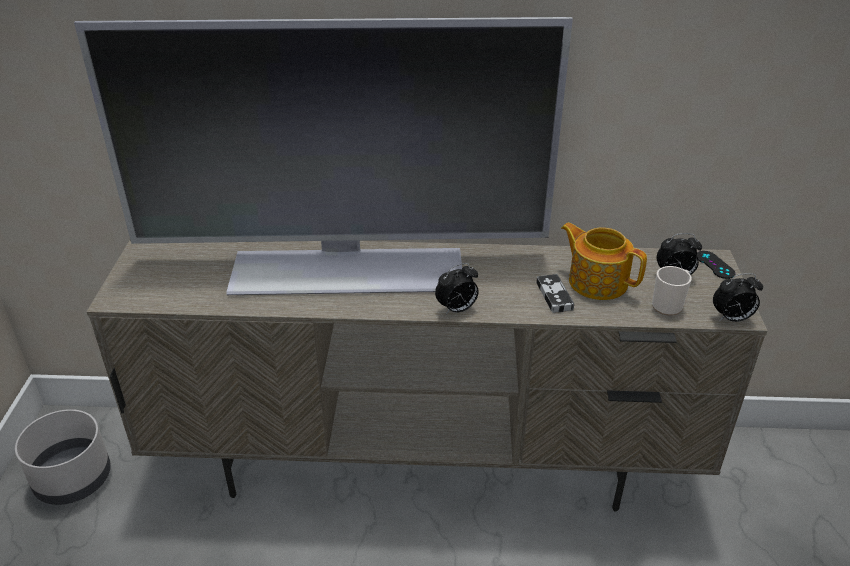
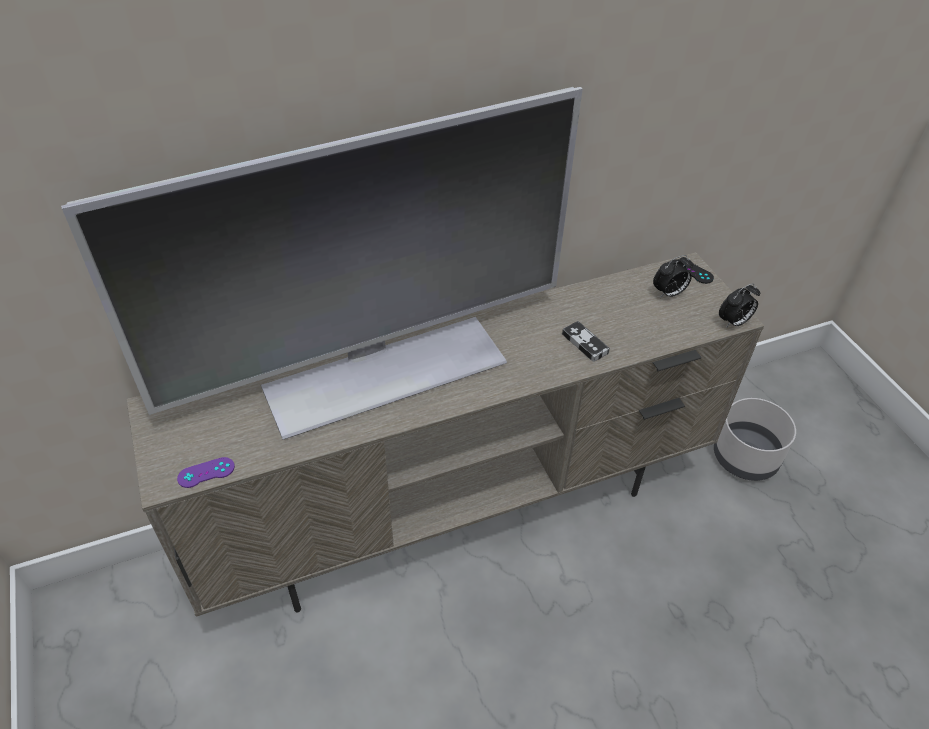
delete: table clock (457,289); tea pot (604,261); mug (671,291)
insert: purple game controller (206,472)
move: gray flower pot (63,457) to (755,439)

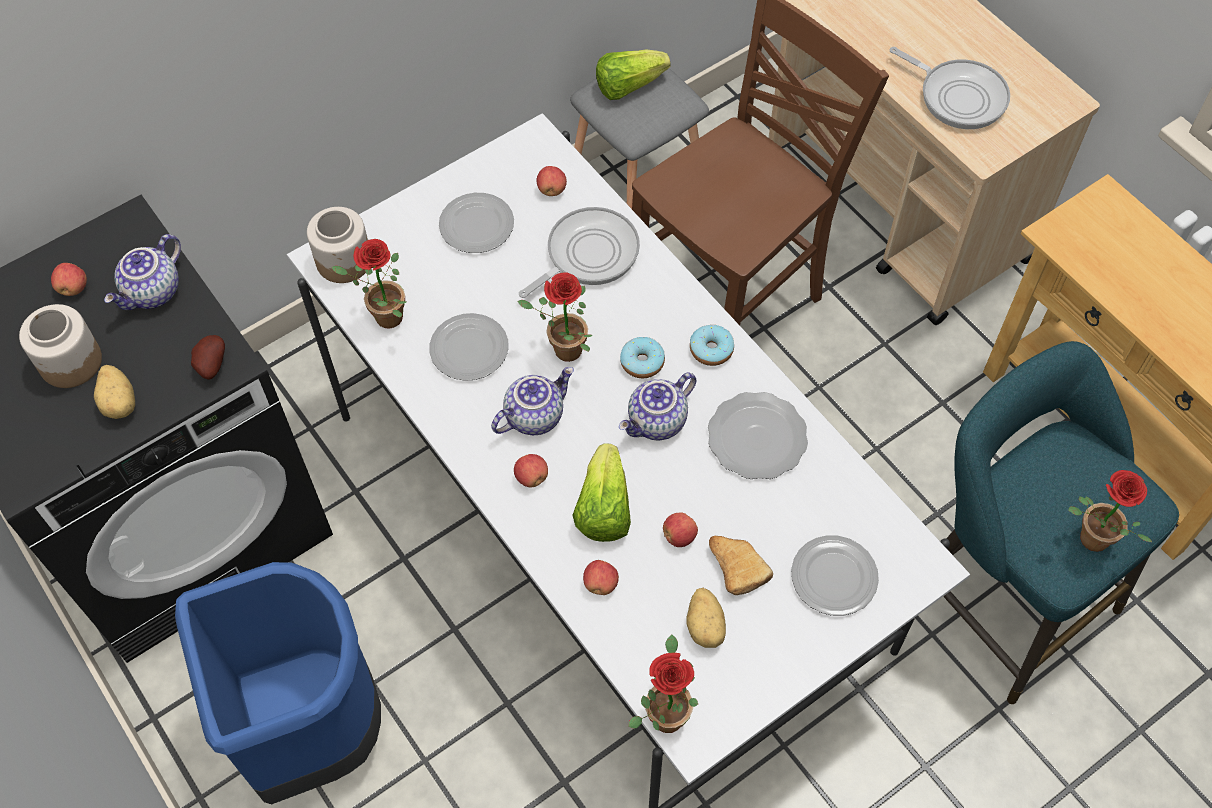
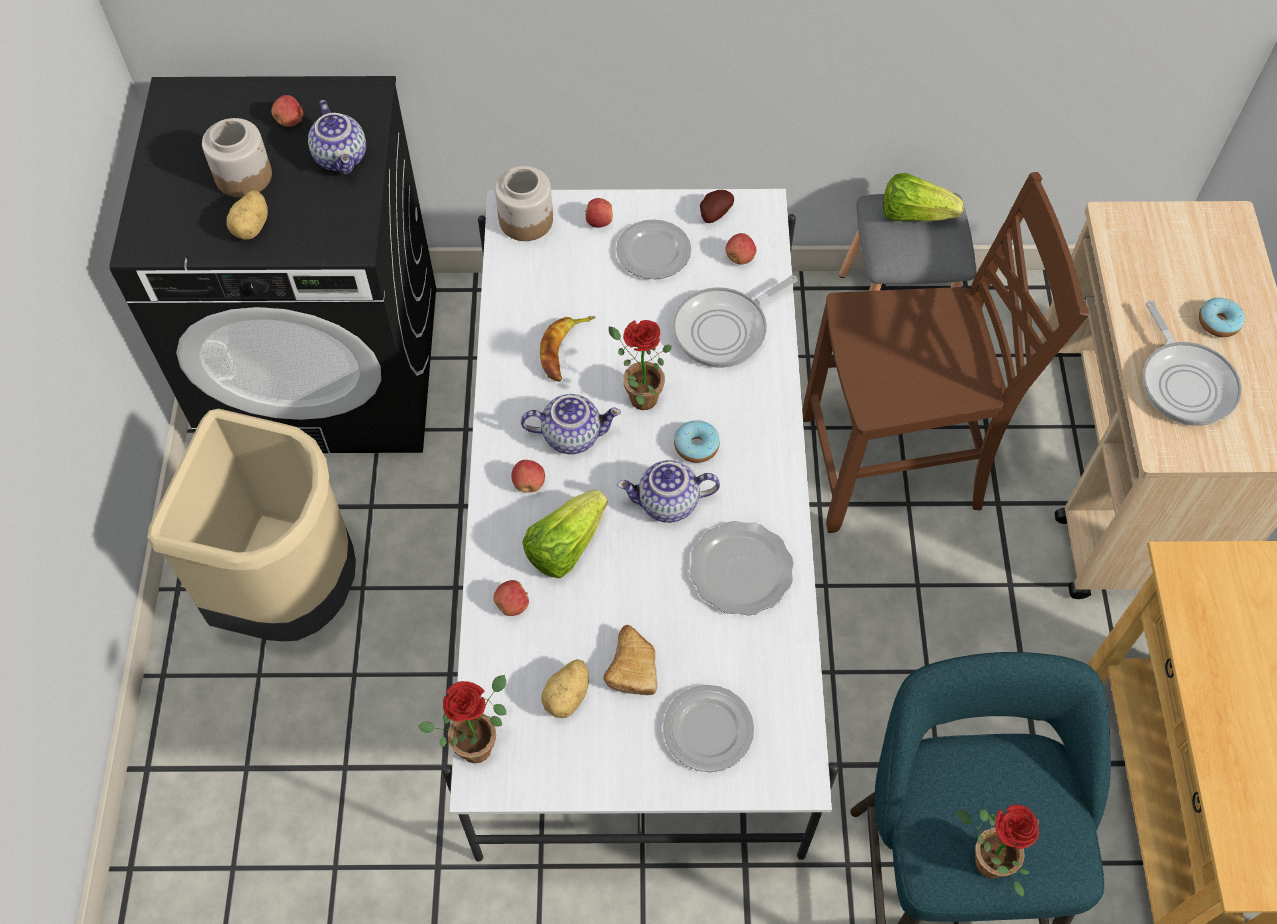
delete: plant in a pot (368,284)
move: whole apple (680,530) to (599,213); spud (208,357) to (717,206); donut (712,345) to (1222,317)
replace: dinner plate (469,347) to banana (568,349)
recolor: blue waste bin (278,683) to beige-coloured waste bin (251,525)
rotate: tea pot (142,272) = (337,137) 90 degrees counterclockwise; frying pan (579,252) = (735,321) 150 degrees clockwise

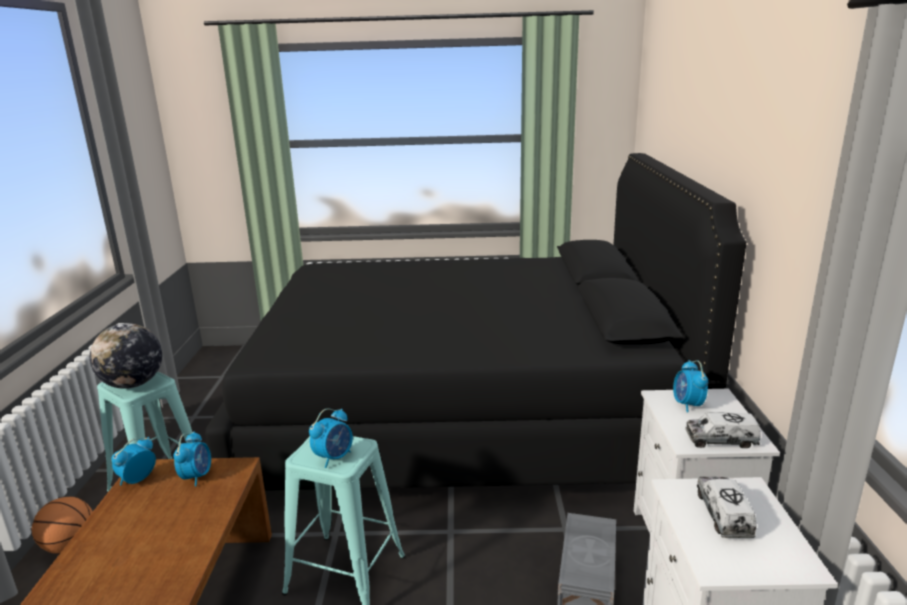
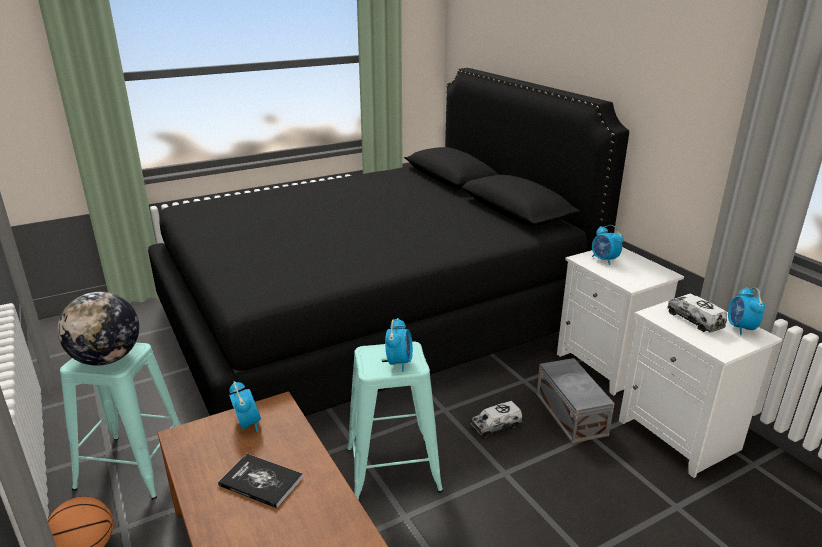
insert: book (260,481)
move: toy truck (723,430) to (496,419); table clock (133,461) to (746,311)

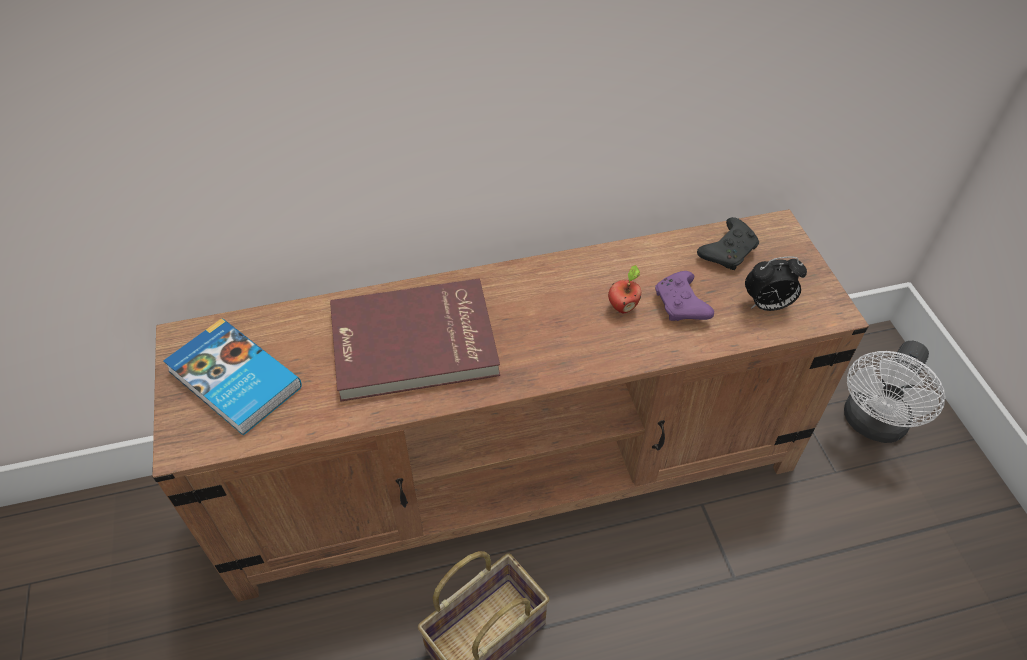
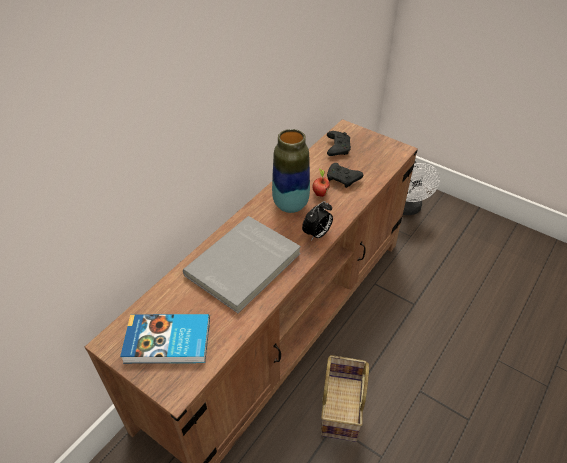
insert: flower vase (291,171)
move: table clock (776,283) to (317,221)
recolor: red-coloured book (415,340) to gray book (242,264); purple game controller (684,296) to blackish game controller (345,175)

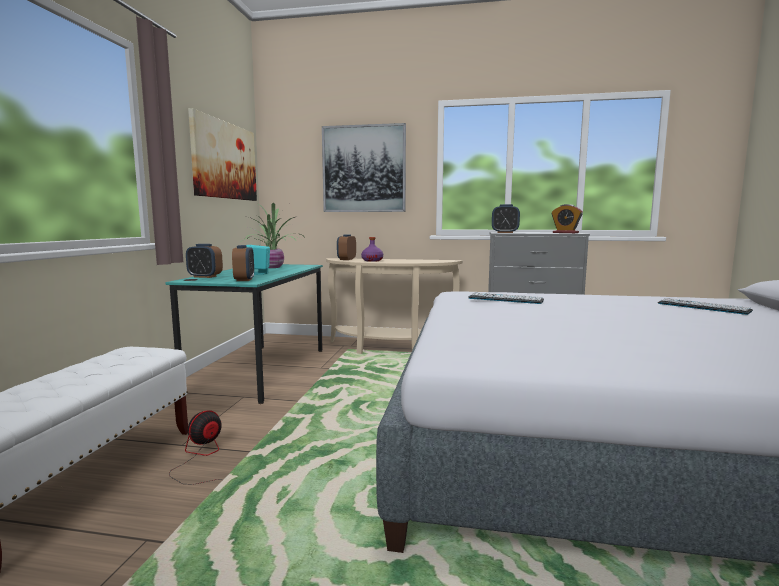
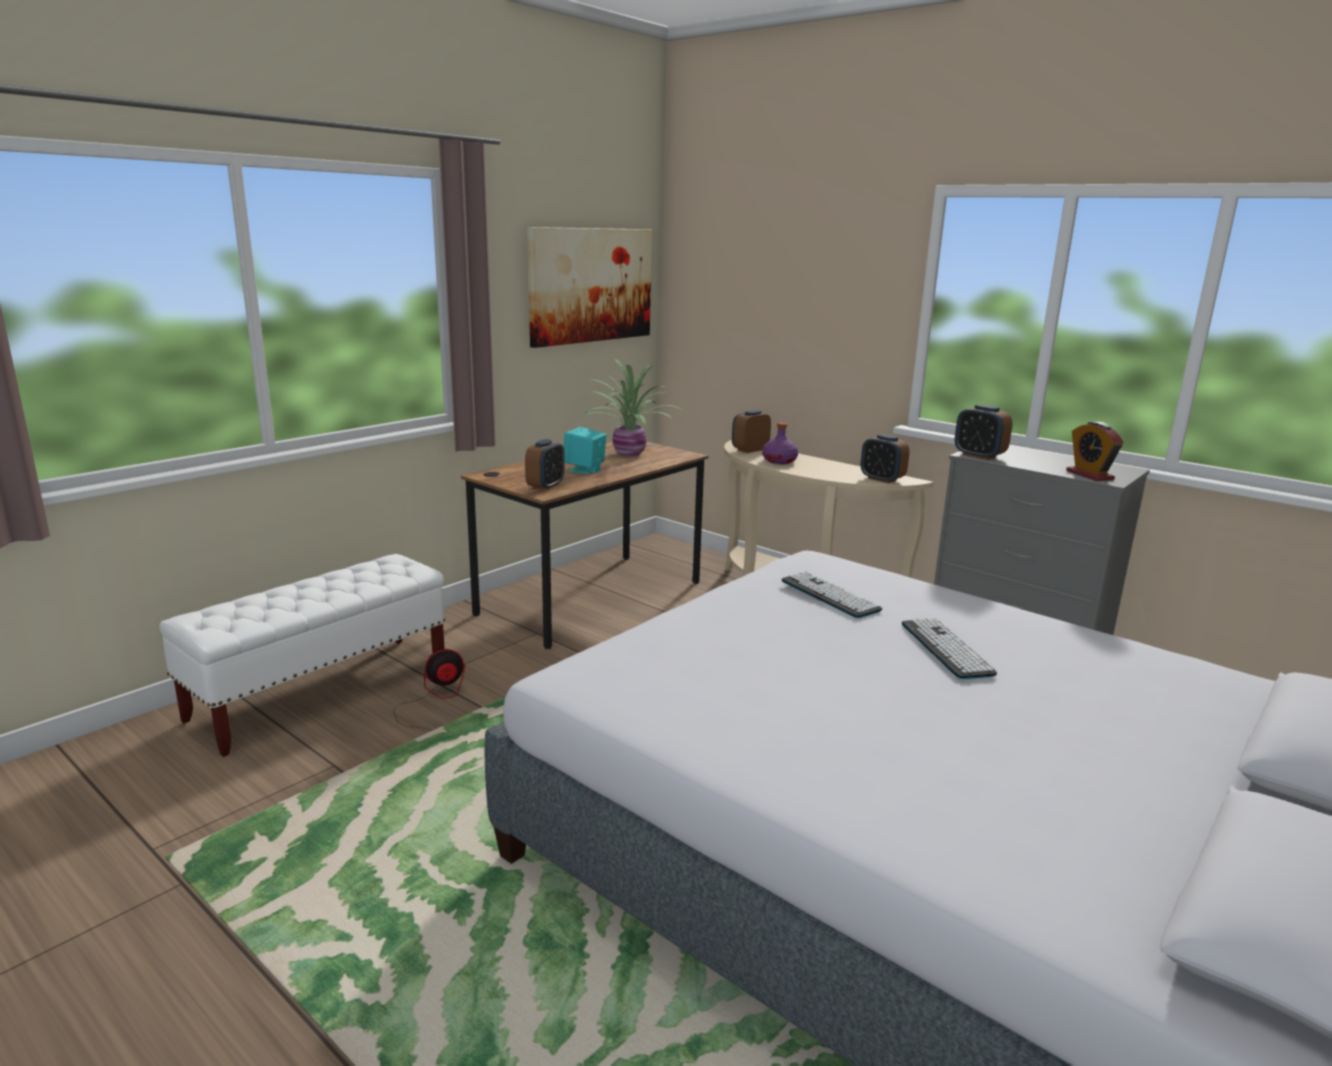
delete: wall art (364,167)
move: table clock (204,261) to (885,459); computer keyboard (705,306) to (949,648)
recolor: turquoise-coloured desk unit (244,334) to brown desk unit (585,545)

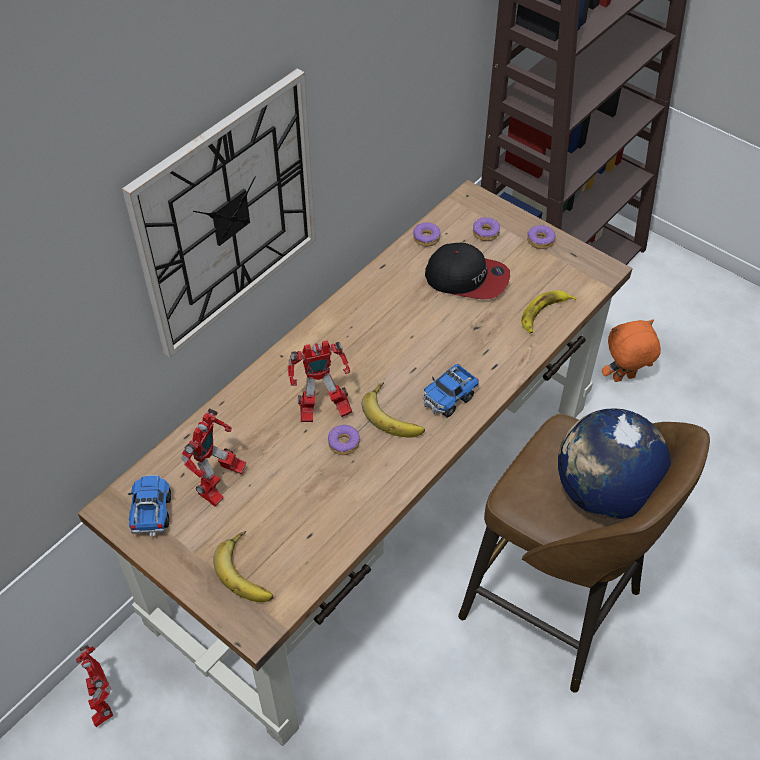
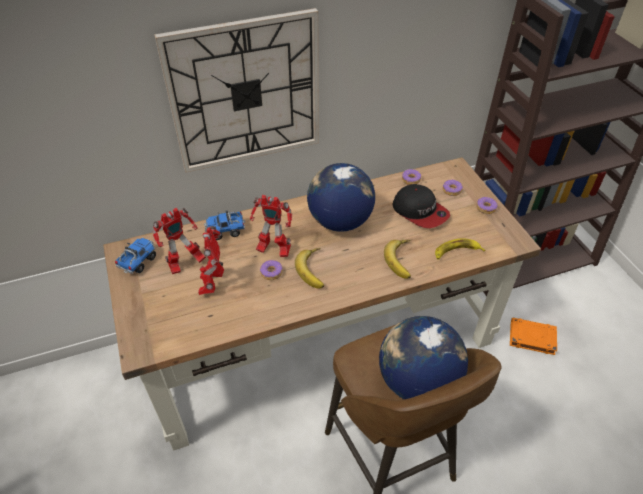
insert: world globe (341,197)
move: toy robot (94,686) to (211,260); toy truck (451,391) to (225,225); banana (243,566) to (397,259)
replace: orangey plush toy (631,350) to orangey book (533,336)

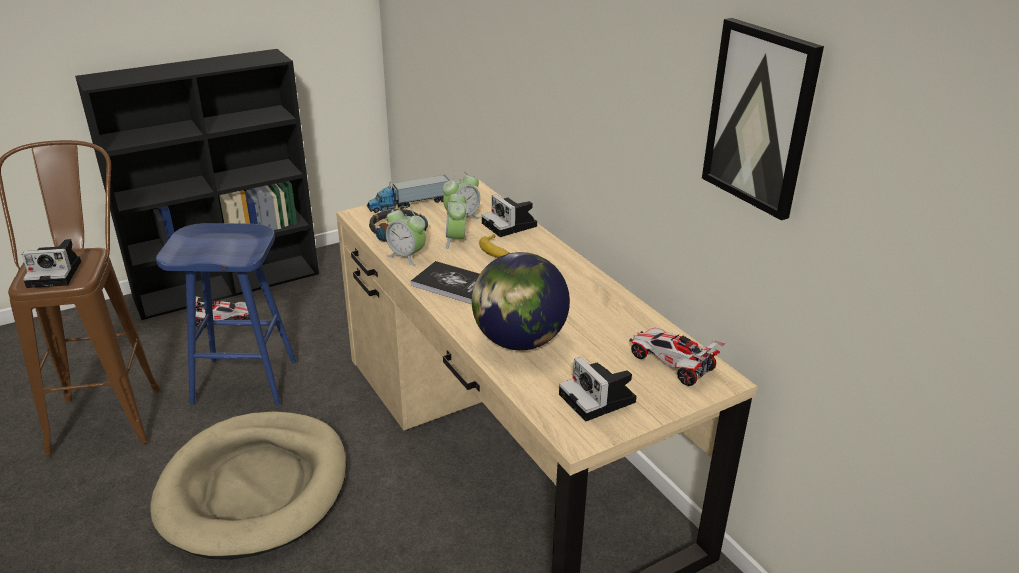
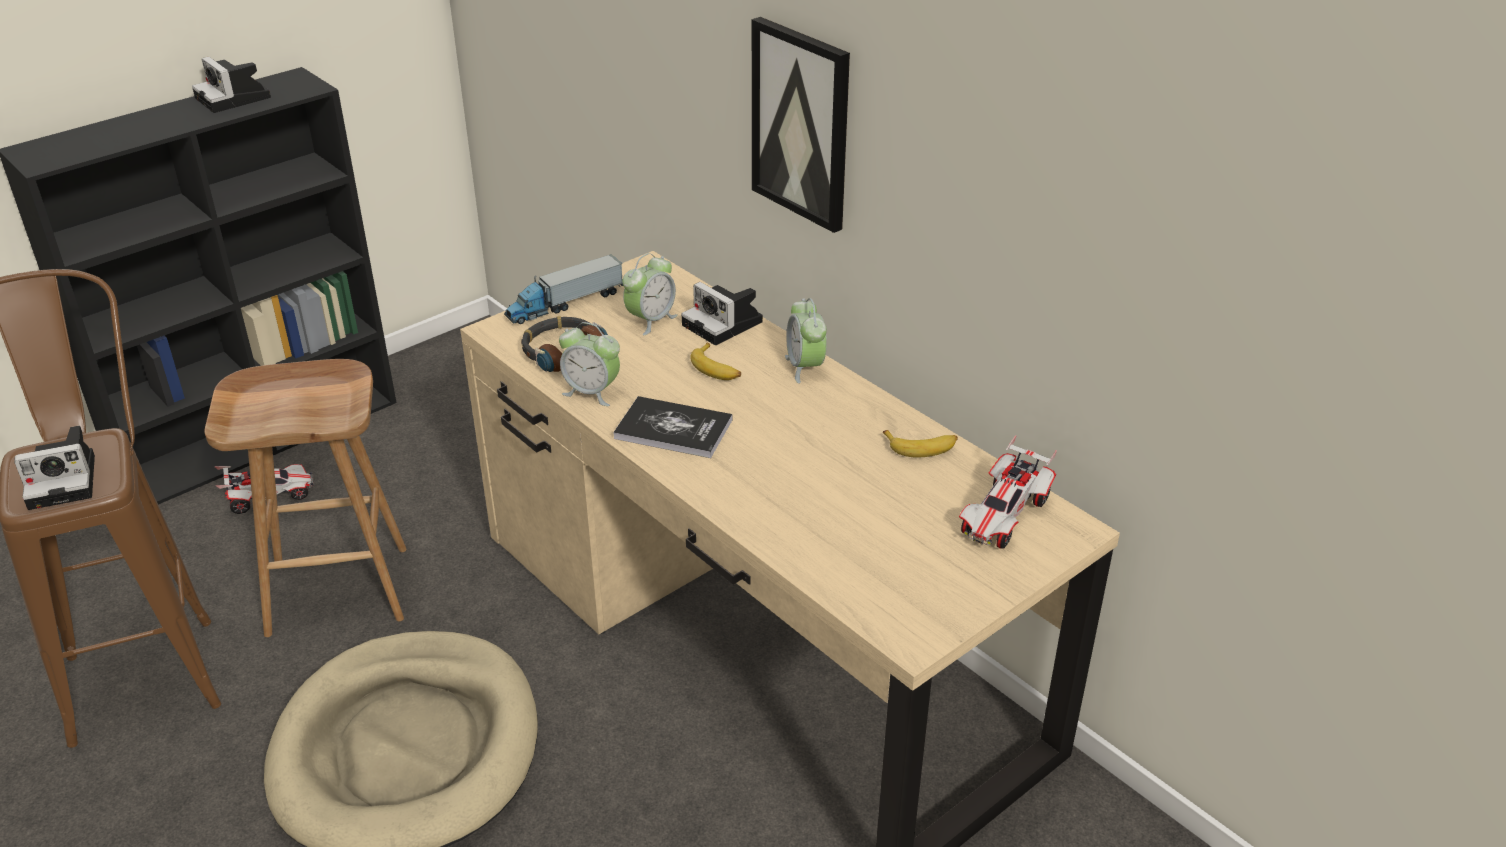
delete: world globe (521,301)
insert: banana (920,444)
move: photo camera (598,389) to (231,85); wall art (763,119) to (801,125); table clock (456,220) to (806,341)
recolor: blue stool (226,314) to brown stool (305,498)
rotate: model car (677,357) = (1008,492) 90 degrees counterclockwise

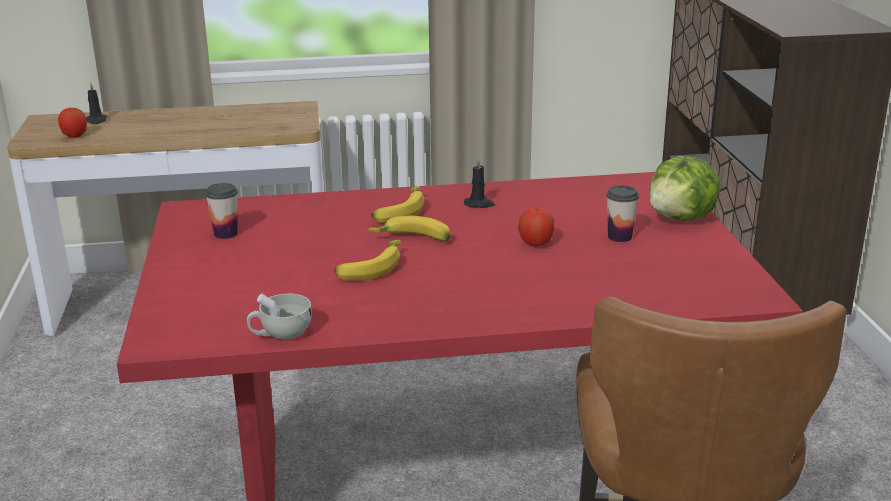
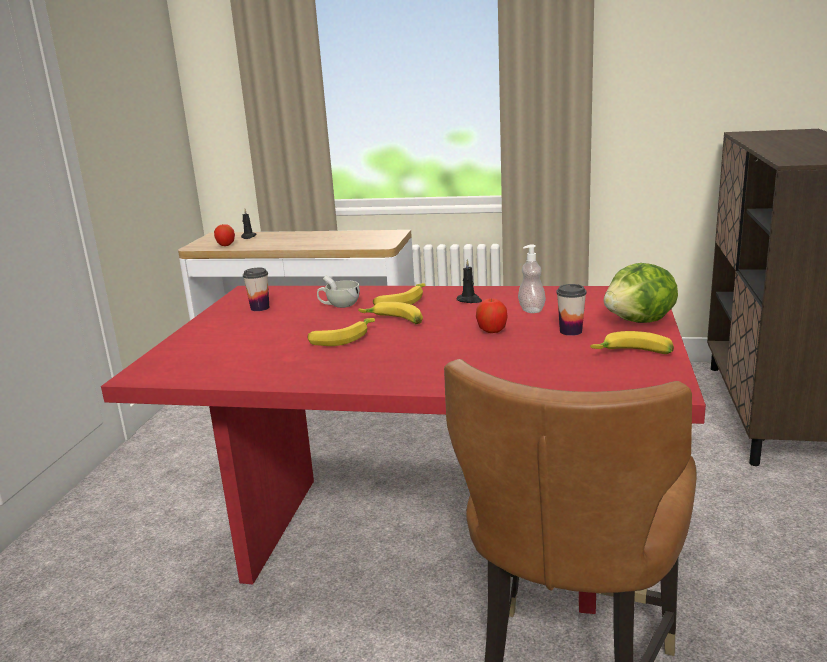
insert: soap dispenser (532,279); banana (632,342)
move: white small cup (279,317) to (338,291)

